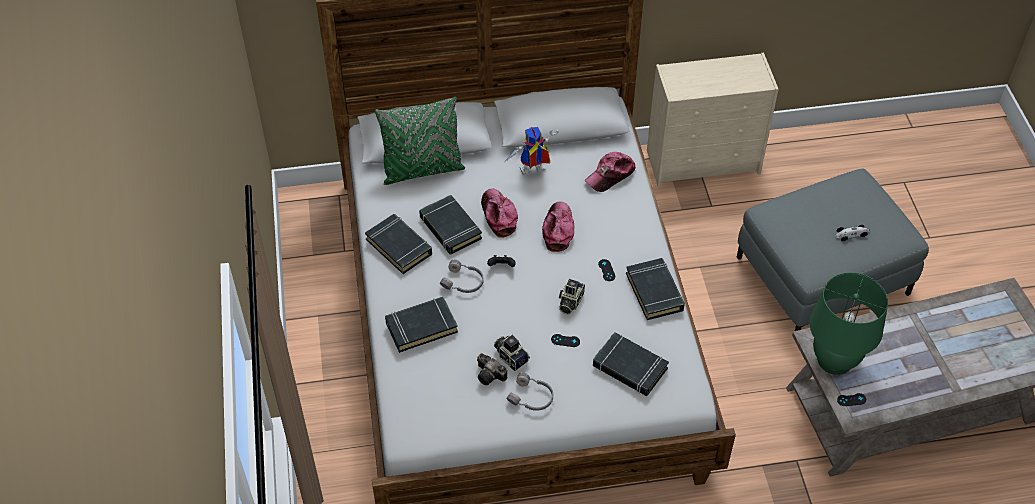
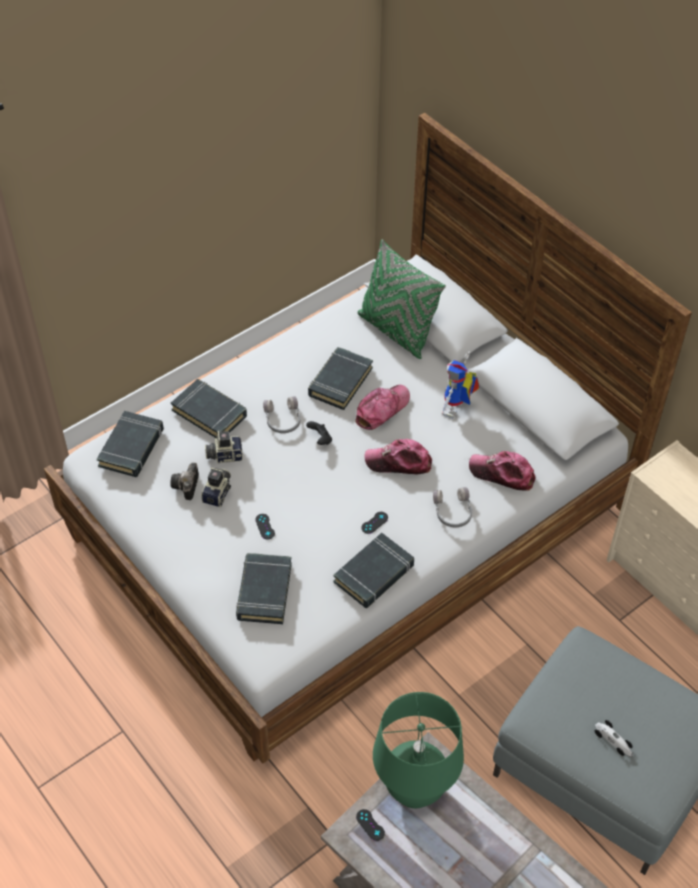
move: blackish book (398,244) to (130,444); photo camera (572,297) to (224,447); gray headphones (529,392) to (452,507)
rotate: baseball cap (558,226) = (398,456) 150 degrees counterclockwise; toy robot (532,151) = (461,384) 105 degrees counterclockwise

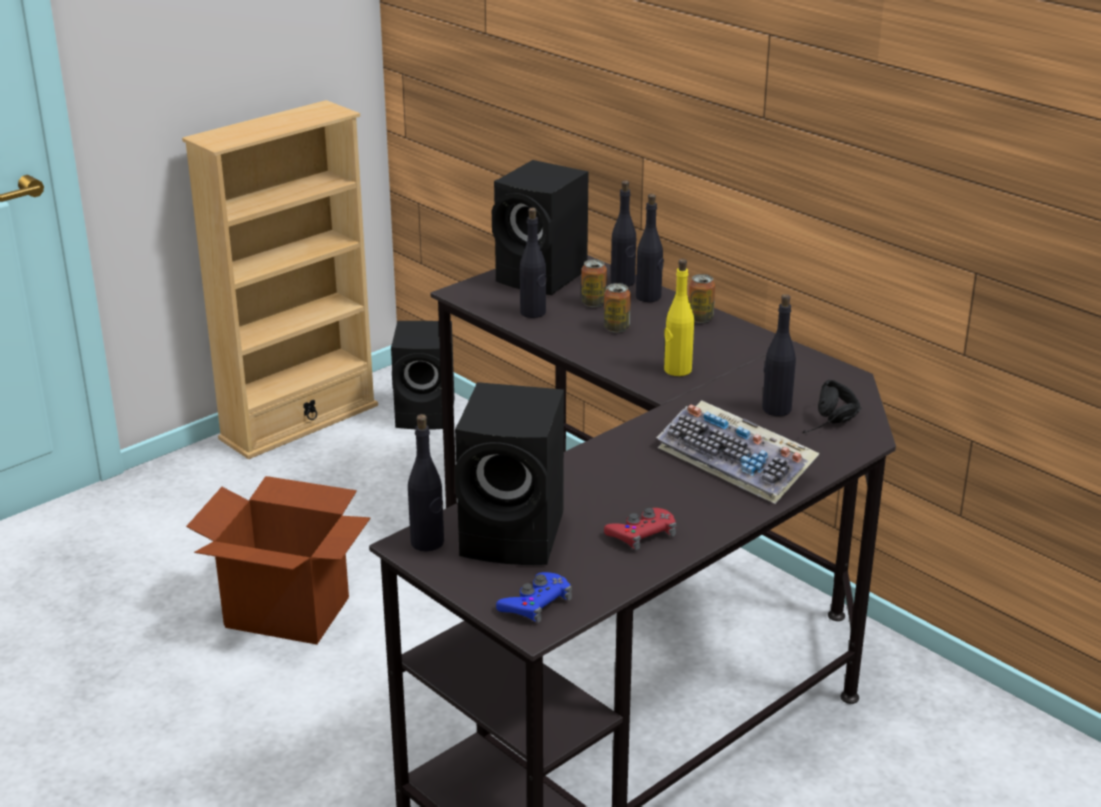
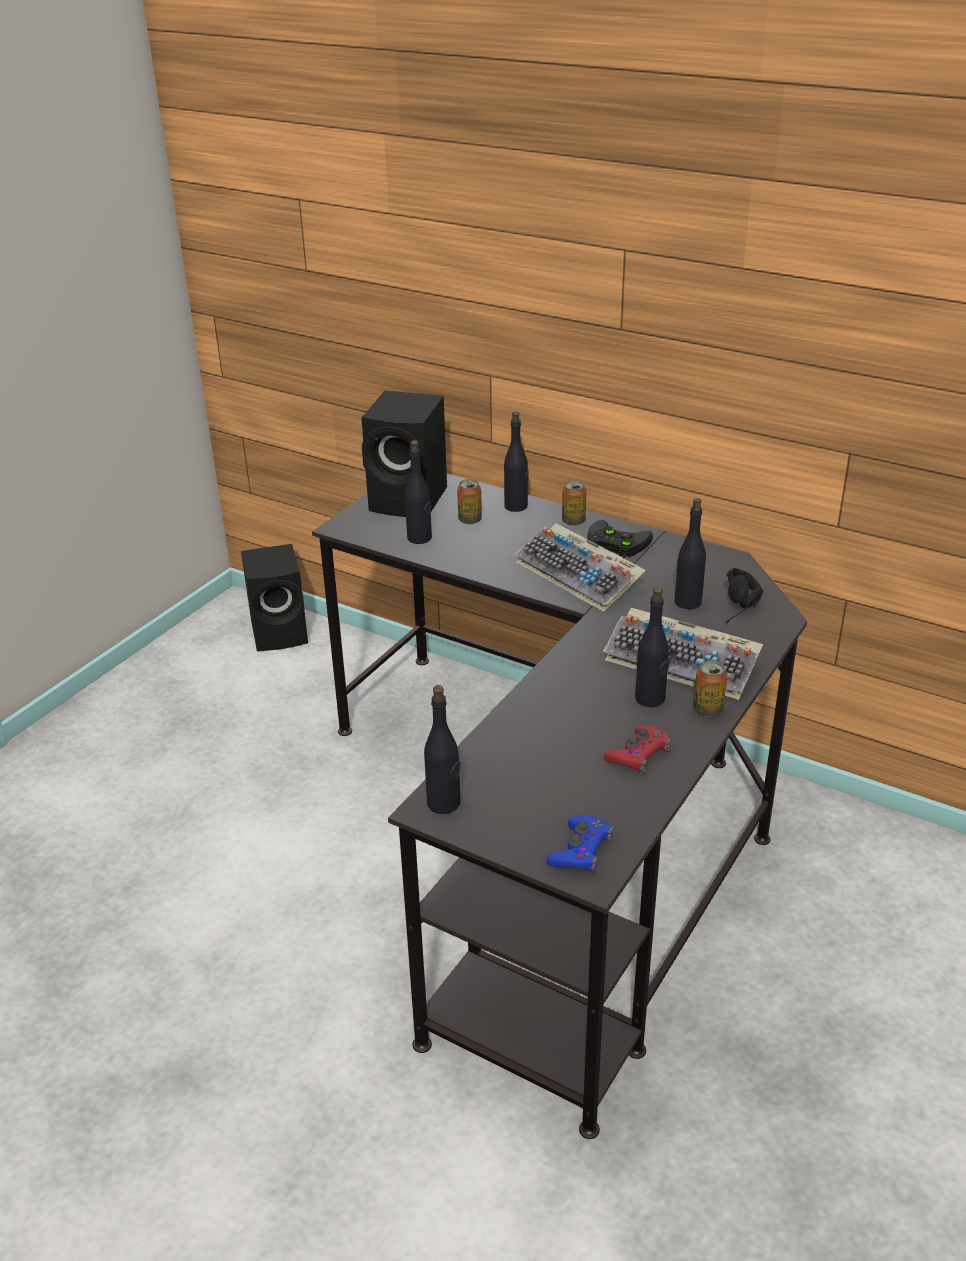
delete: beige-coloured bookshelf (280,279); carton (278,560); blackish loudspeaker (509,473)
insert: blackish game controller (620,539)
move: blackish bottle (623,233) to (652,647); can (617,308) to (710,688)
replace: yellow-coloured bottle (679,317) to computer keyboard (580,567)

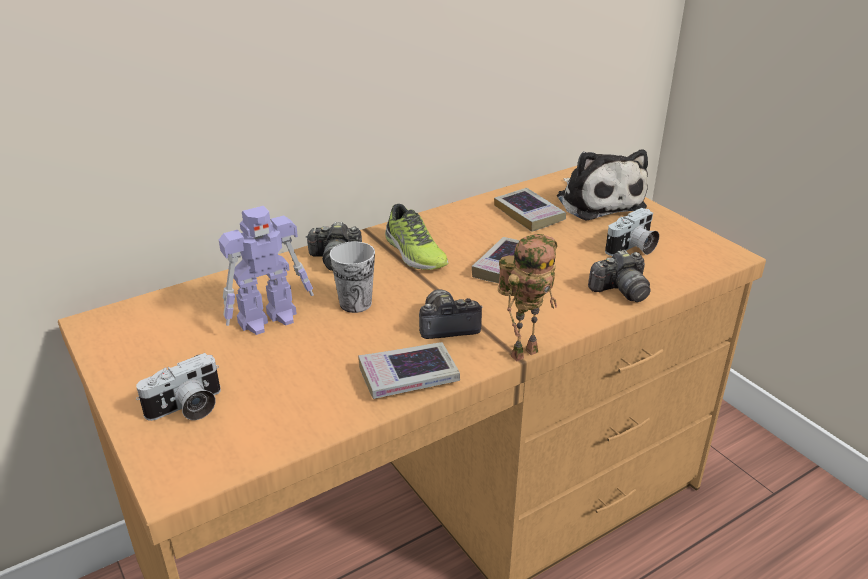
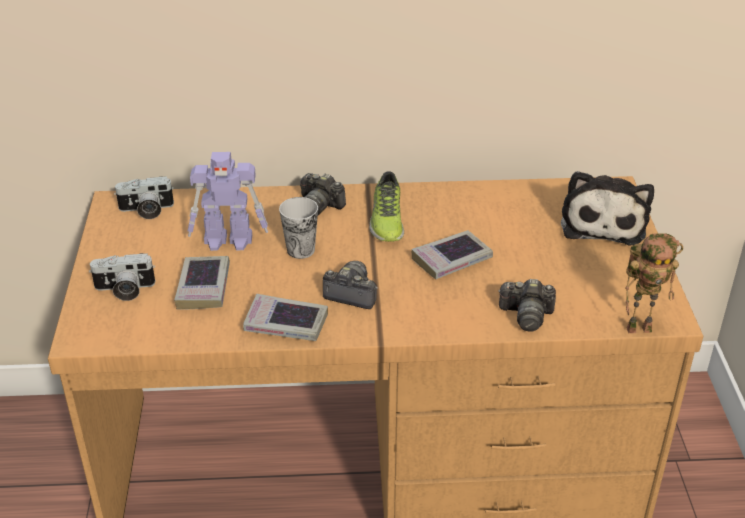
move: photo camera (632,232) to (144,197); book (530,210) to (202,283); toy robot (527,297) to (654,283)

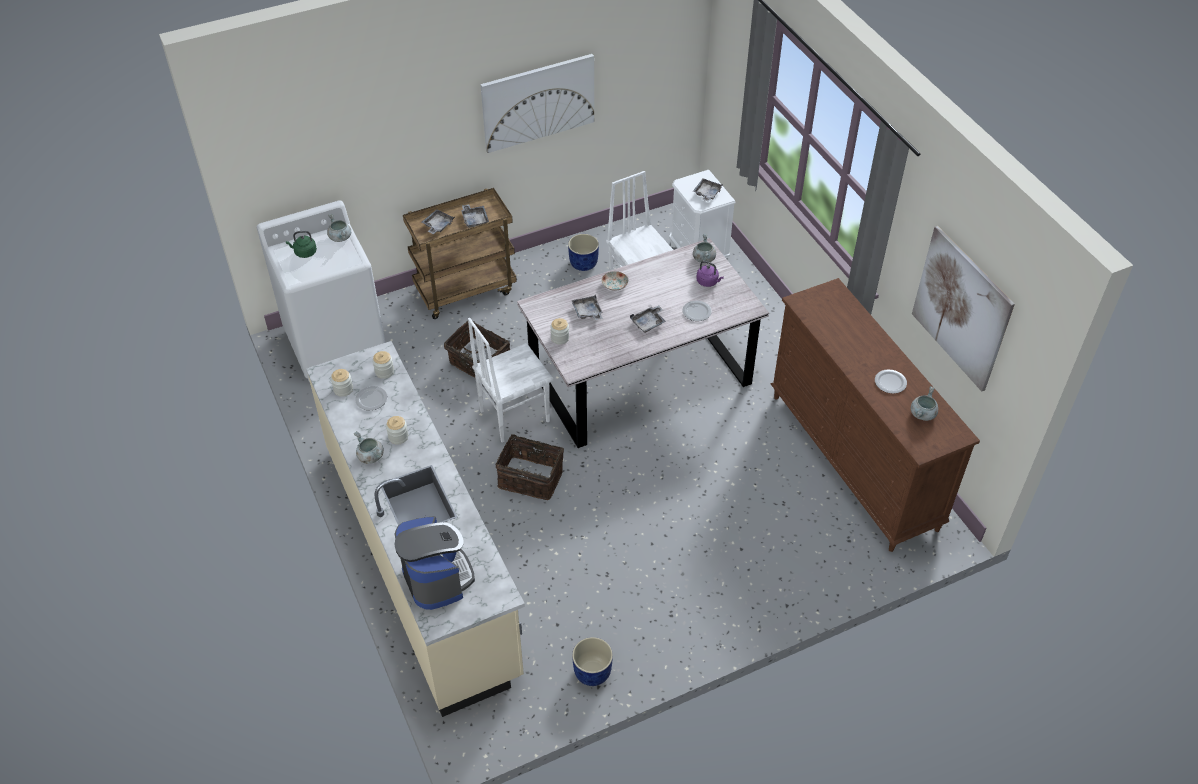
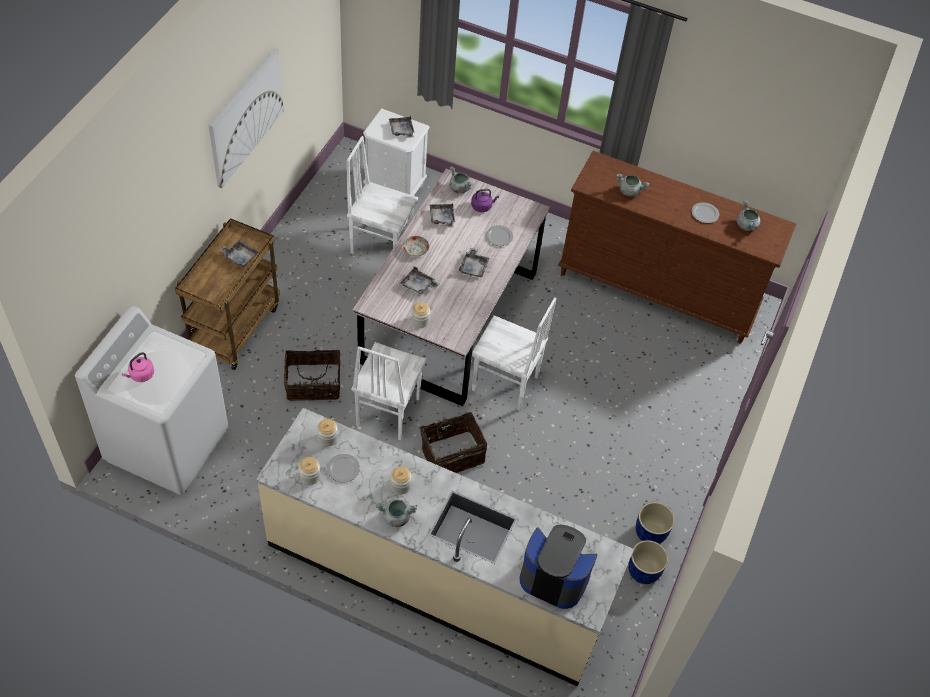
delete: wall art (963,309)
insert: white upright chair (514,354)
move: gray carrying tray (438,221) to (442,215); gray saucepot (339,228) to (633,185); blue flower pot (583,252) to (655,523)
recolor: green-coloured tea kettle (301,244) to pink-coloured tea kettle (138,367)

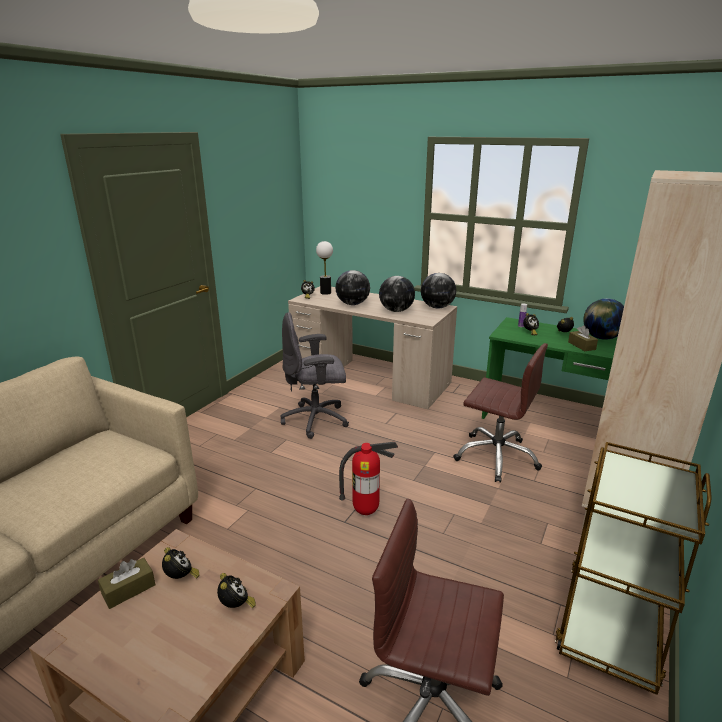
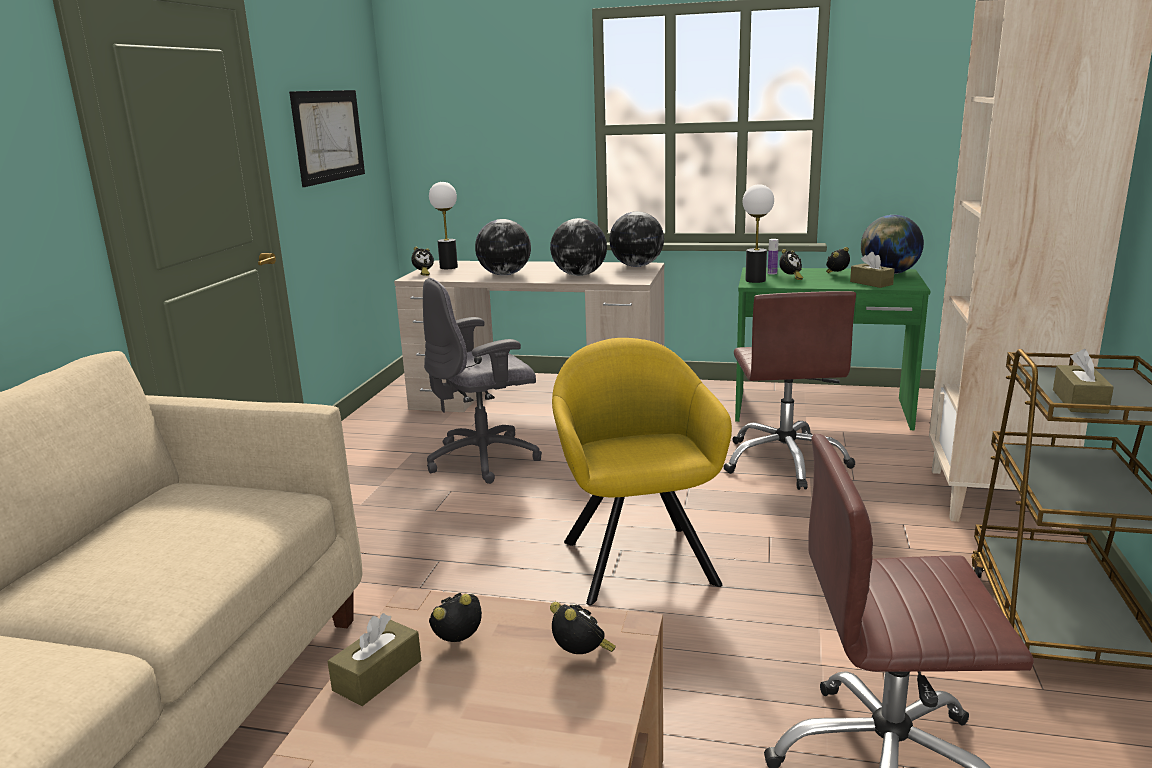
insert: wall art (327,138); lamp for a table (758,233); brown tissue holder (1083,381)
replace: fire-fighting cylinder (368,478) to yellow-coloured easy chair (642,471)
rotate: table clock (181,563) = (455,617) 75 degrees counterclockwise; brown desk chair (500,413) = (790,390) 75 degrees clockwise

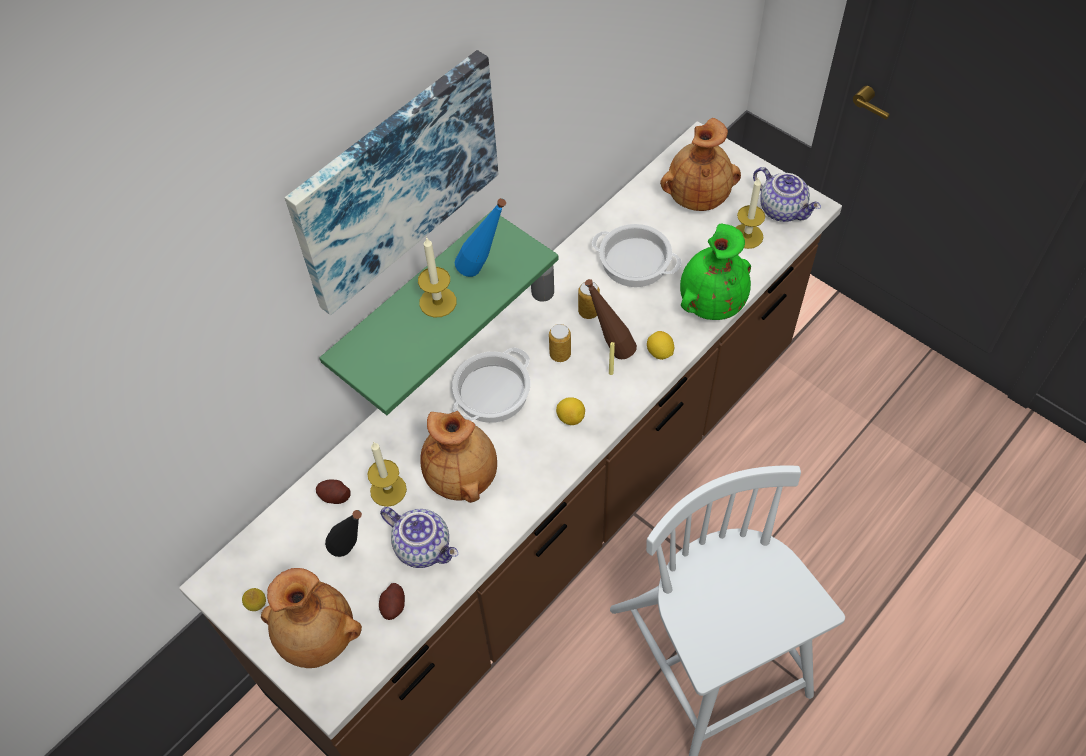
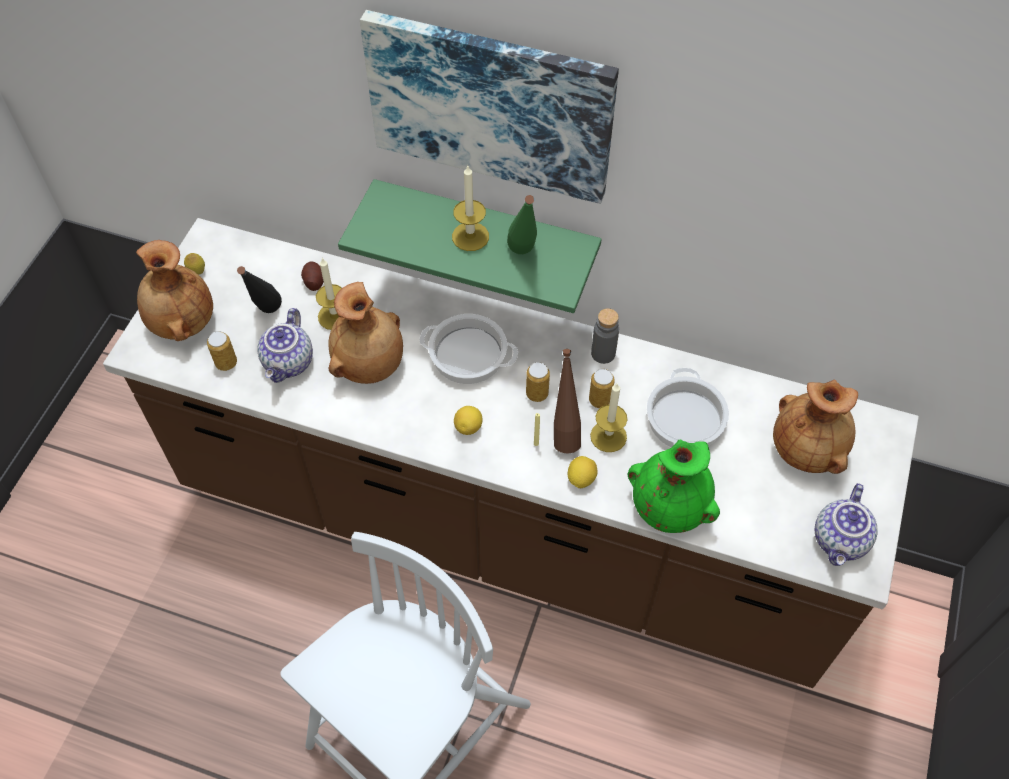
move: wax light (750,213) to (609,417)
replace: spud (392,601) to can (222,351)
recolor: blue bottle (480,237) to green-coloured bottle (522,224)

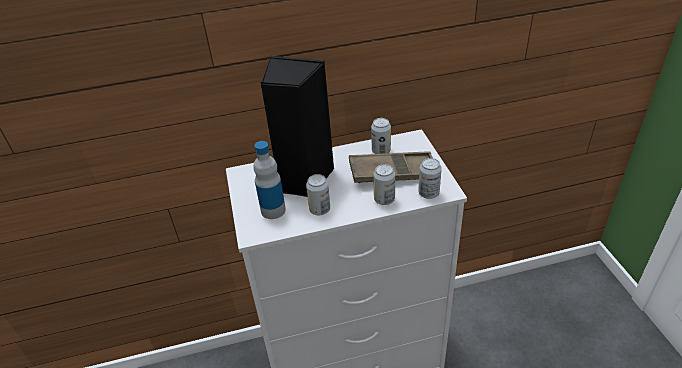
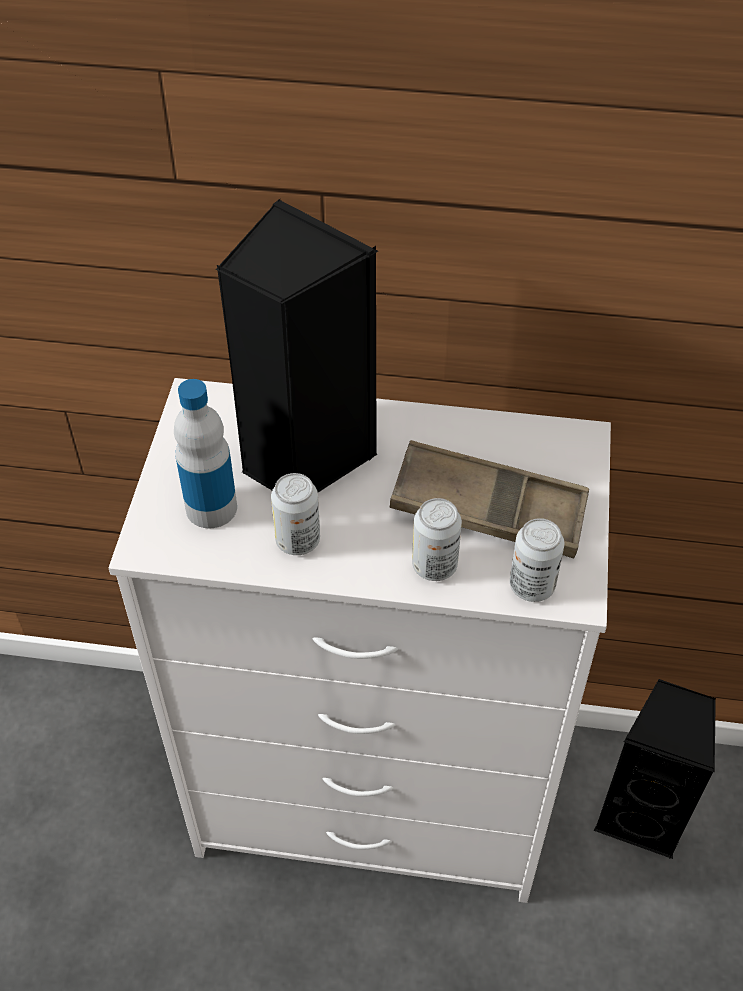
delete: can (381,136)
insert: blackish loudspeaker (654,769)

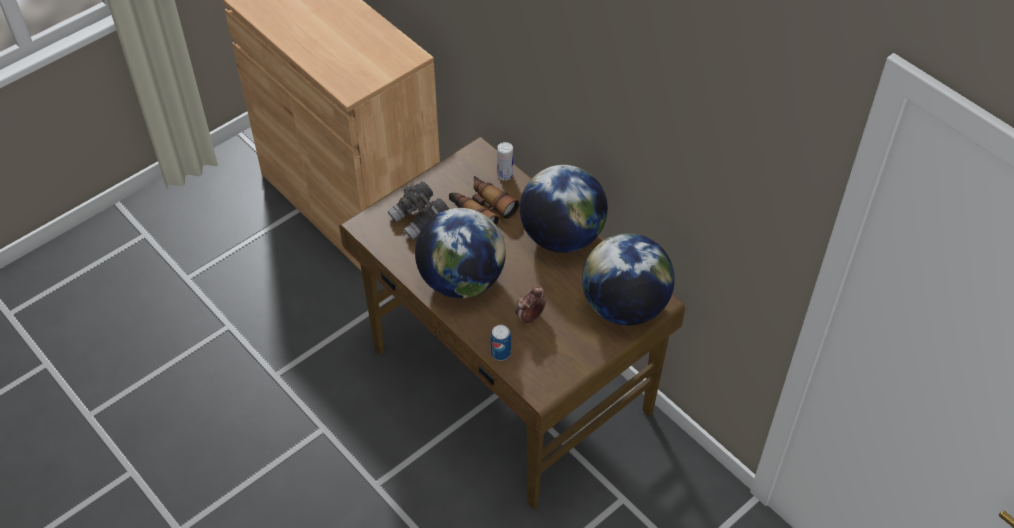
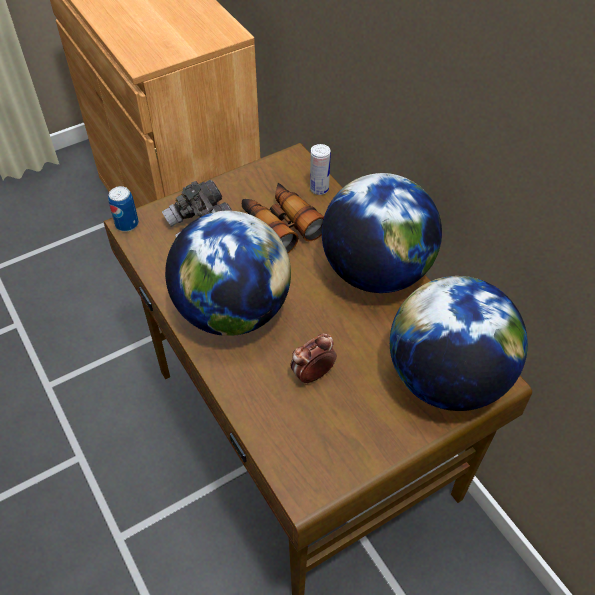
move: can (500,343) to (123,209)

